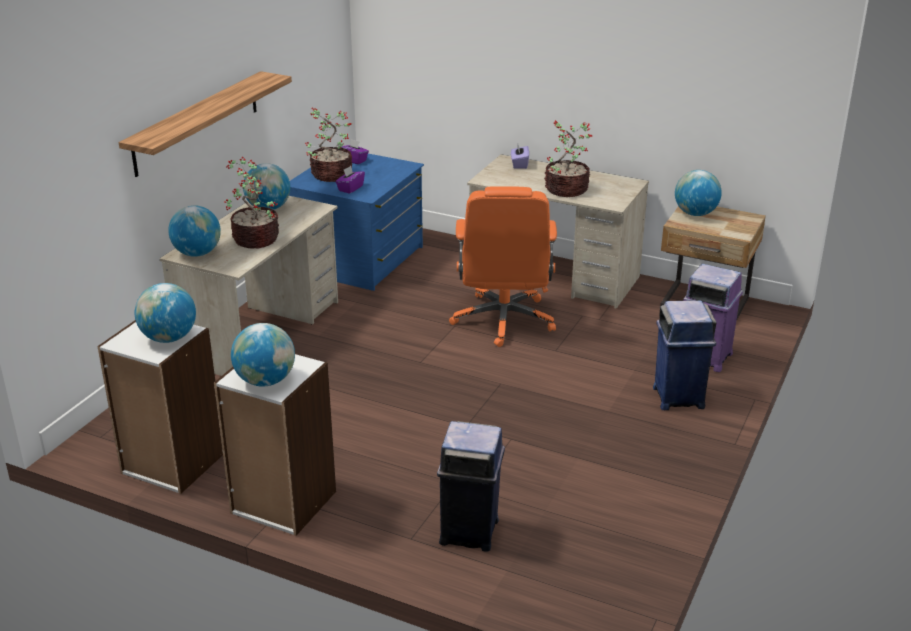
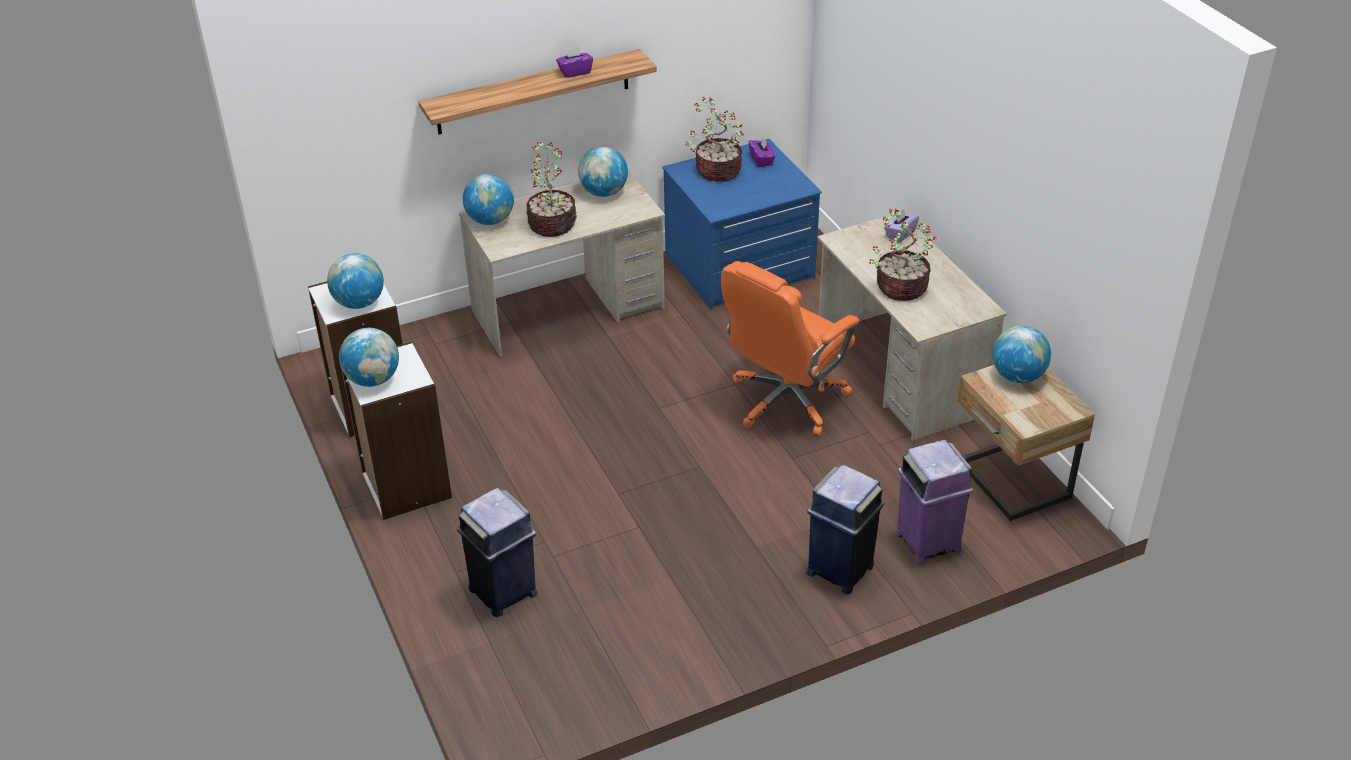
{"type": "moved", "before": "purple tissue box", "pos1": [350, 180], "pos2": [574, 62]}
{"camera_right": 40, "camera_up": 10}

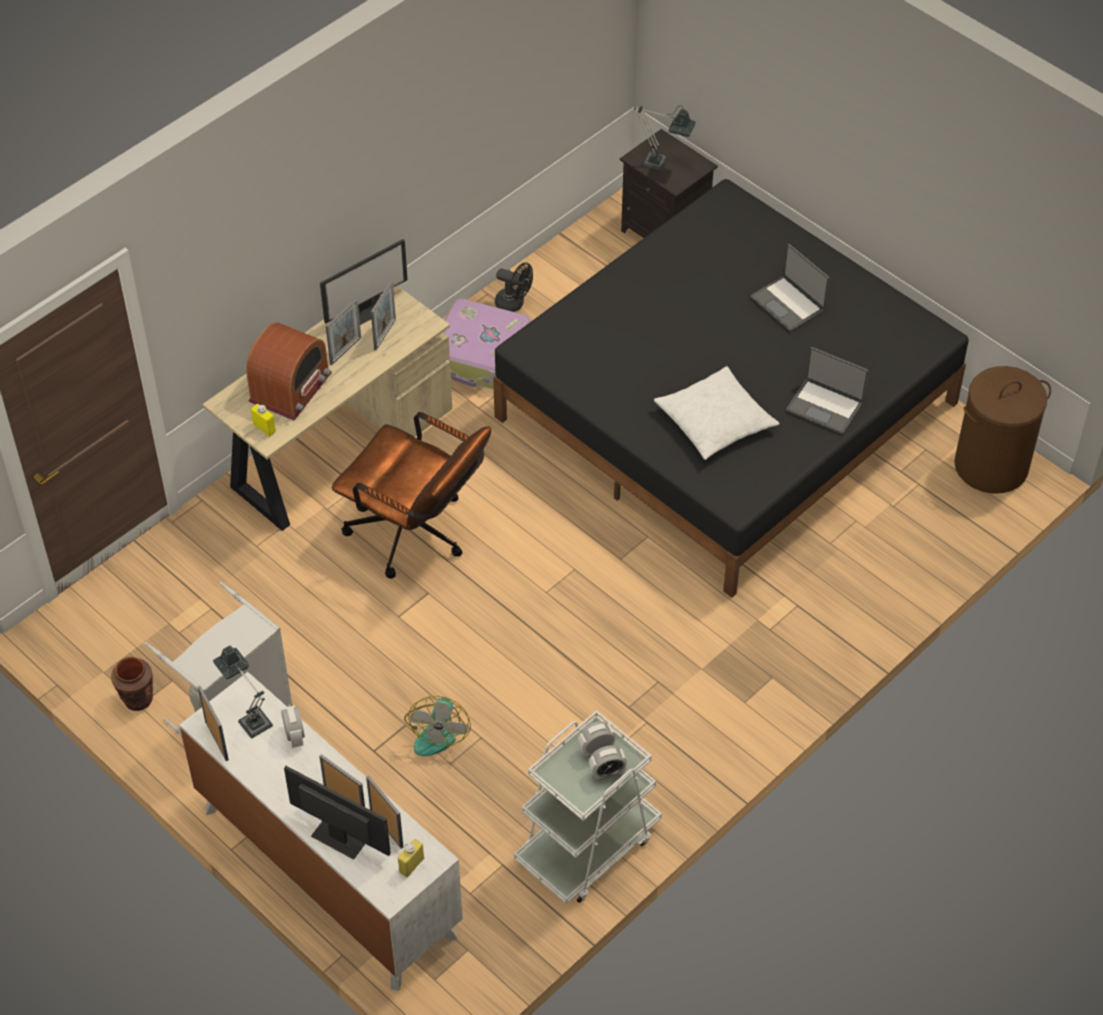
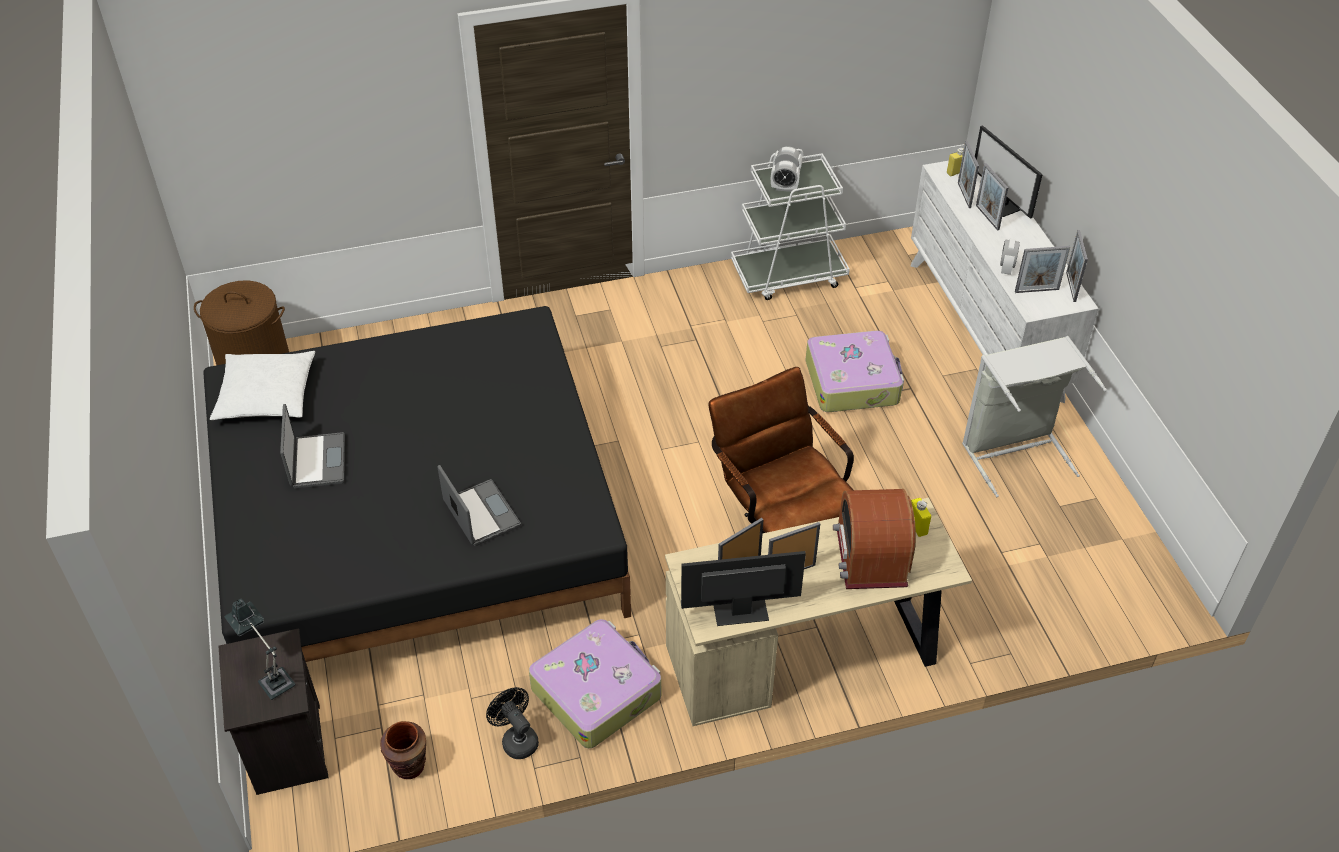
{"type": "turned", "before": "radio", "pos1": [289, 371], "pos2": [874, 539], "turn": -60}
{"type": "moved", "before": "laptop", "pos1": [827, 390], "pos2": [479, 505]}
{"type": "moved", "before": "white pillow", "pos1": [717, 413], "pos2": [262, 385]}
{"type": "replaced", "before": "table lamp", "after": "picture frame", "pos1": [243, 692], "pos2": [1042, 269]}
{"type": "moved", "before": "brown vase", "pos1": [132, 684], "pos2": [403, 750]}
{"type": "replaced", "before": "fan", "after": "suitcase", "pos1": [437, 726], "pos2": [855, 371]}
{"camera_right": -150, "camera_up": -5}

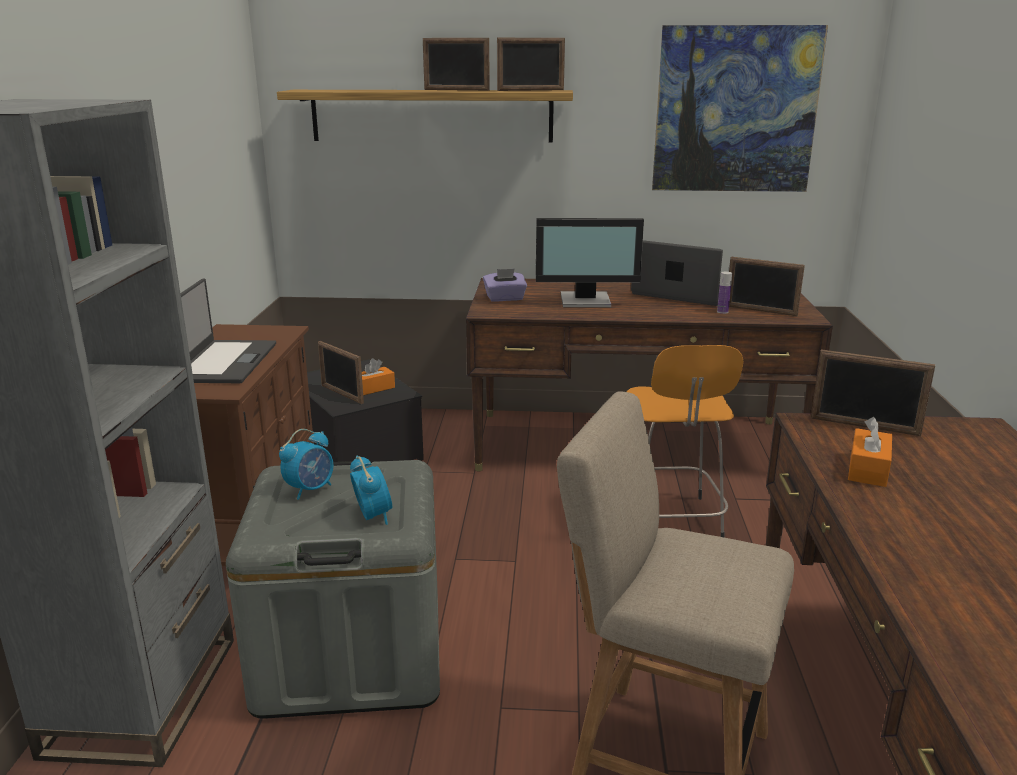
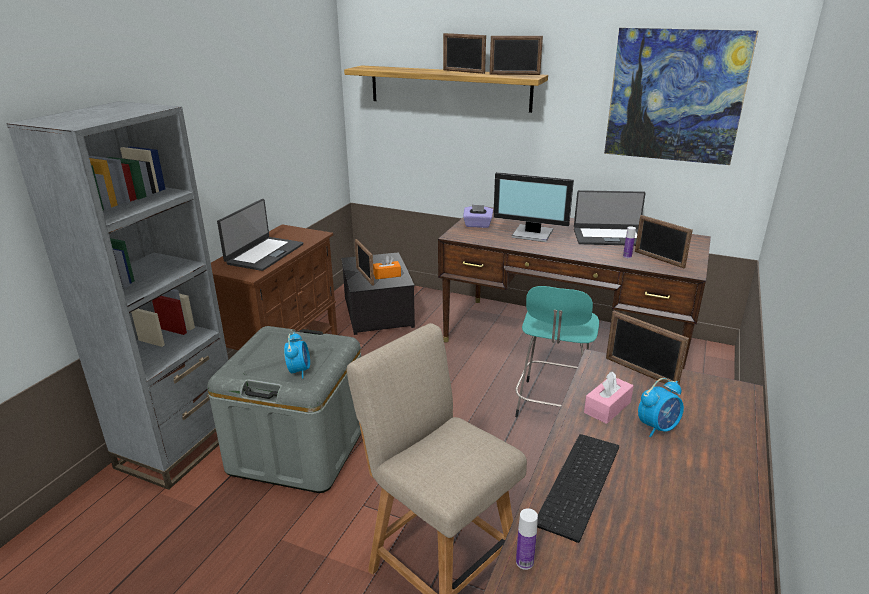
{"type": "turned", "before": "laptop", "pos1": [677, 273], "pos2": [610, 218], "turn": 135}
{"type": "recoloured", "before": "orange stool", "after": "turquoise stool", "pos1": [685, 441], "pos2": [557, 351]}
{"type": "recoloured", "before": "orange tissue box", "after": "pink tissue box", "pos1": [870, 452], "pos2": [609, 397]}
{"type": "moved", "before": "alarm clock", "pos1": [306, 464], "pos2": [661, 408]}
{"type": "added", "after": "keyboard", "pos2": [578, 488]}
{"type": "added", "after": "bottle", "pos2": [527, 539]}
{"camera_right": 20, "camera_up": 5}

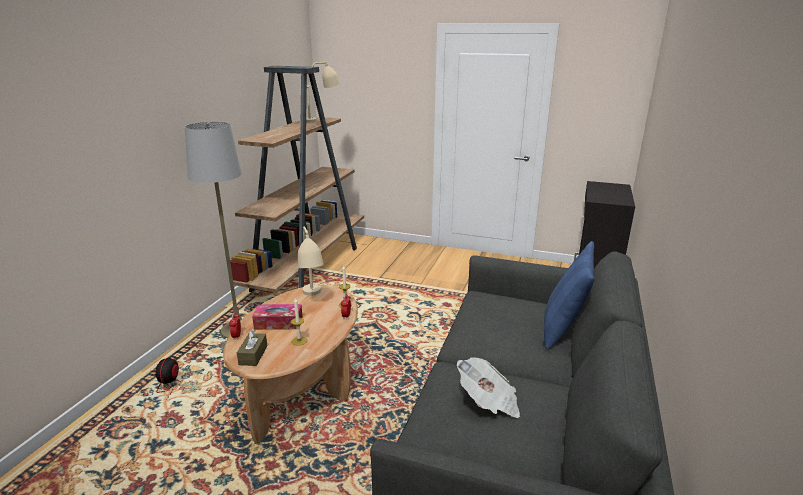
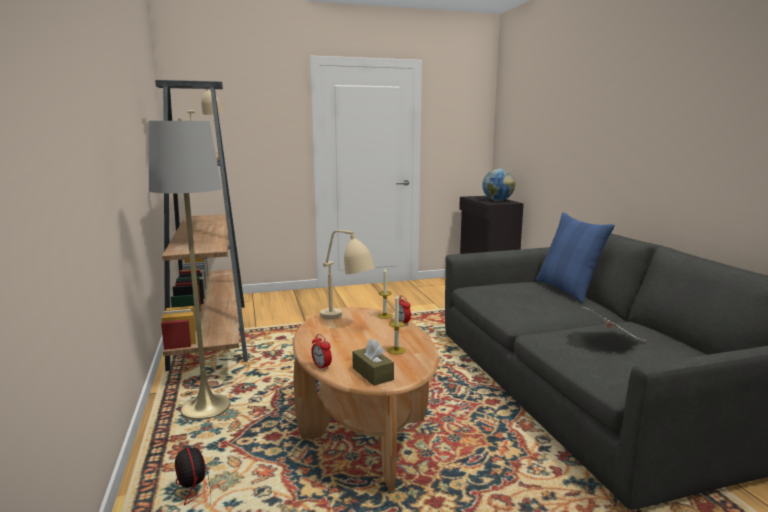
{"type": "removed", "before": "tissue box", "pos1": [277, 317]}
{"type": "added", "after": "globe", "pos2": [498, 185]}
{"camera_right": -35, "camera_up": -10}

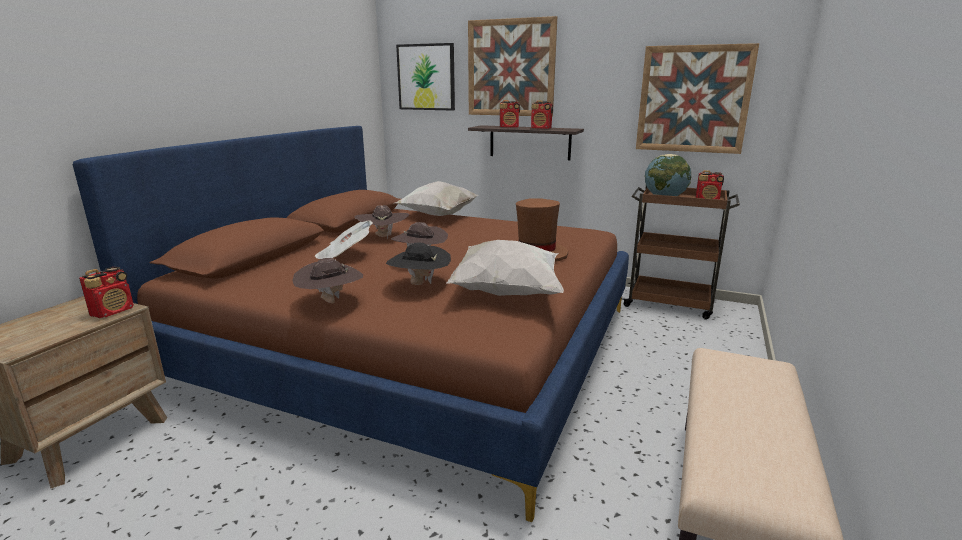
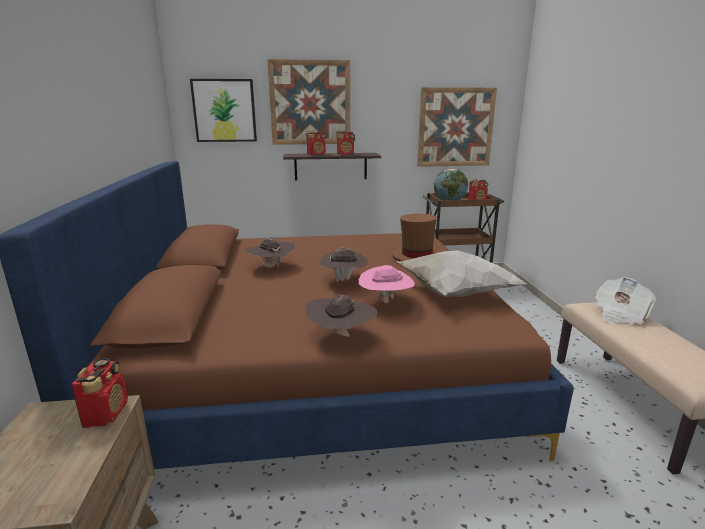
{"type": "removed", "before": "white pillow", "pos1": [437, 198]}
{"type": "moved", "before": "newspaper", "pos1": [344, 239], "pos2": [625, 300]}
{"type": "recoloured", "before": "black hat", "after": "pink hat", "pos1": [418, 264], "pos2": [387, 284]}
{"camera_right": -30, "camera_up": 0}

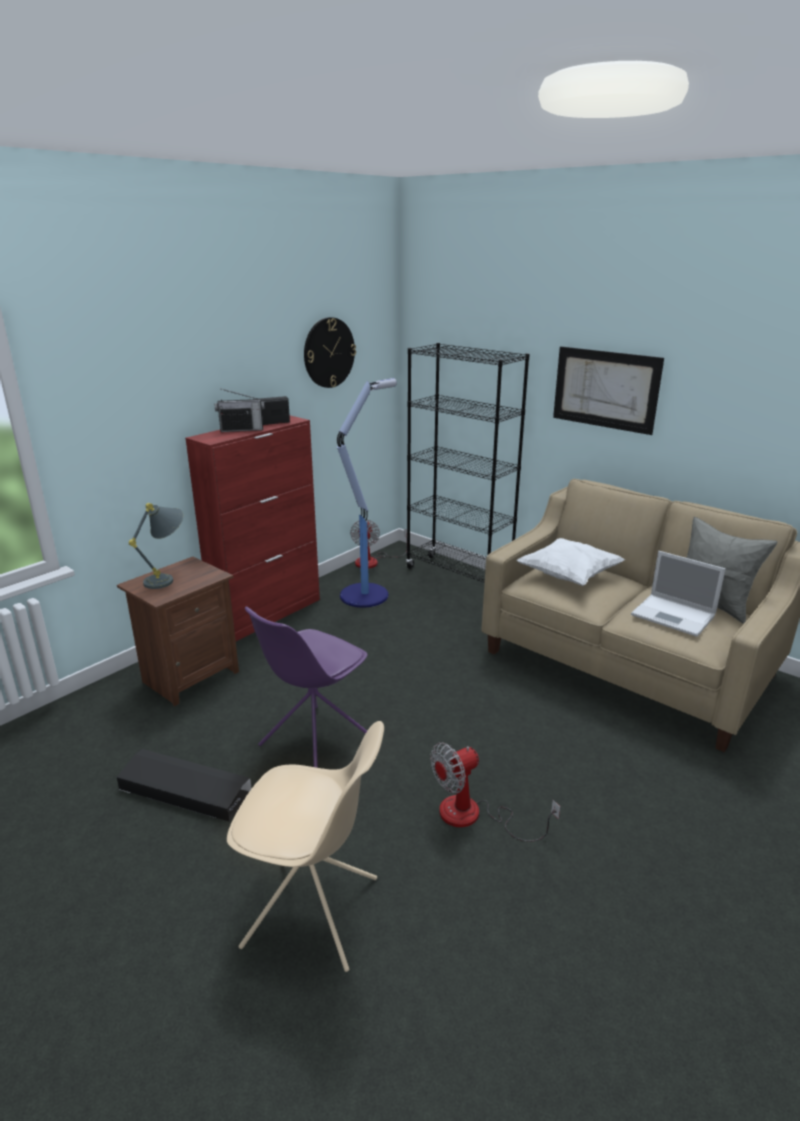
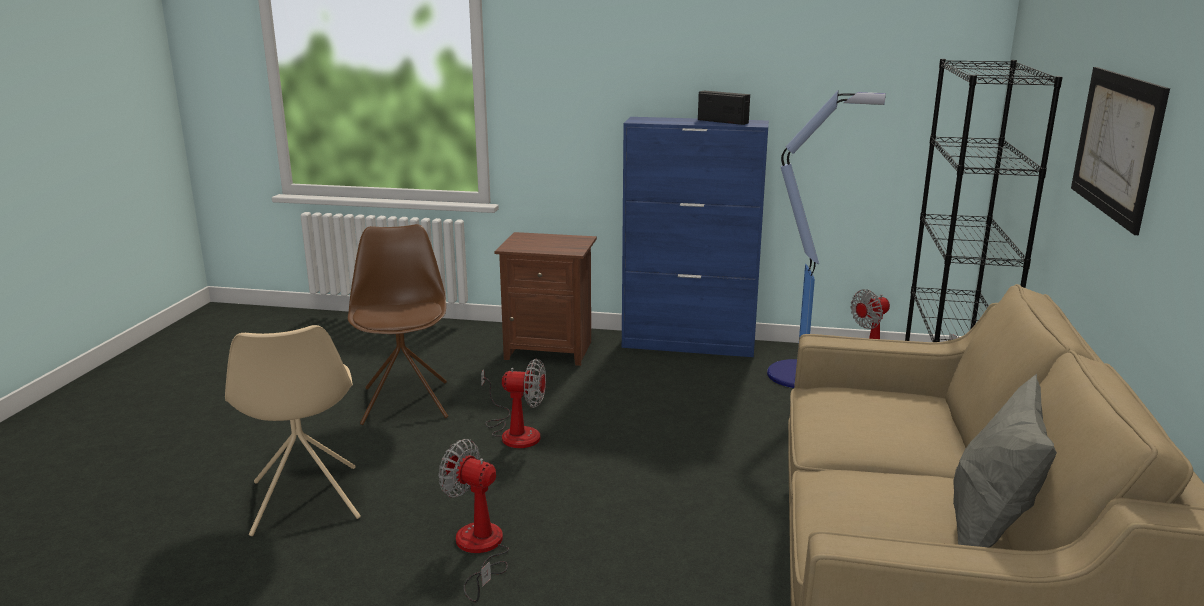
{"type": "removed", "before": "wall clock", "pos1": [330, 352]}
{"type": "removed", "before": "radio", "pos1": [239, 410]}
{"type": "recoloured", "before": "red cabinet", "after": "blue cabinet", "pos1": [252, 528], "pos2": [695, 237]}
{"type": "removed", "before": "grey table lamp", "pos1": [156, 546]}
{"type": "removed", "before": "white pillow", "pos1": [570, 562]}
{"type": "removed", "before": "laptop", "pos1": [678, 594]}
{"type": "replaced", "before": "purple chair", "after": "fan", "pos1": [306, 687], "pos2": [513, 403]}
{"type": "replaced", "before": "black storage box", "after": "brown chair", "pos1": [184, 785], "pos2": [398, 324]}
{"camera_right": 60, "camera_up": -5}

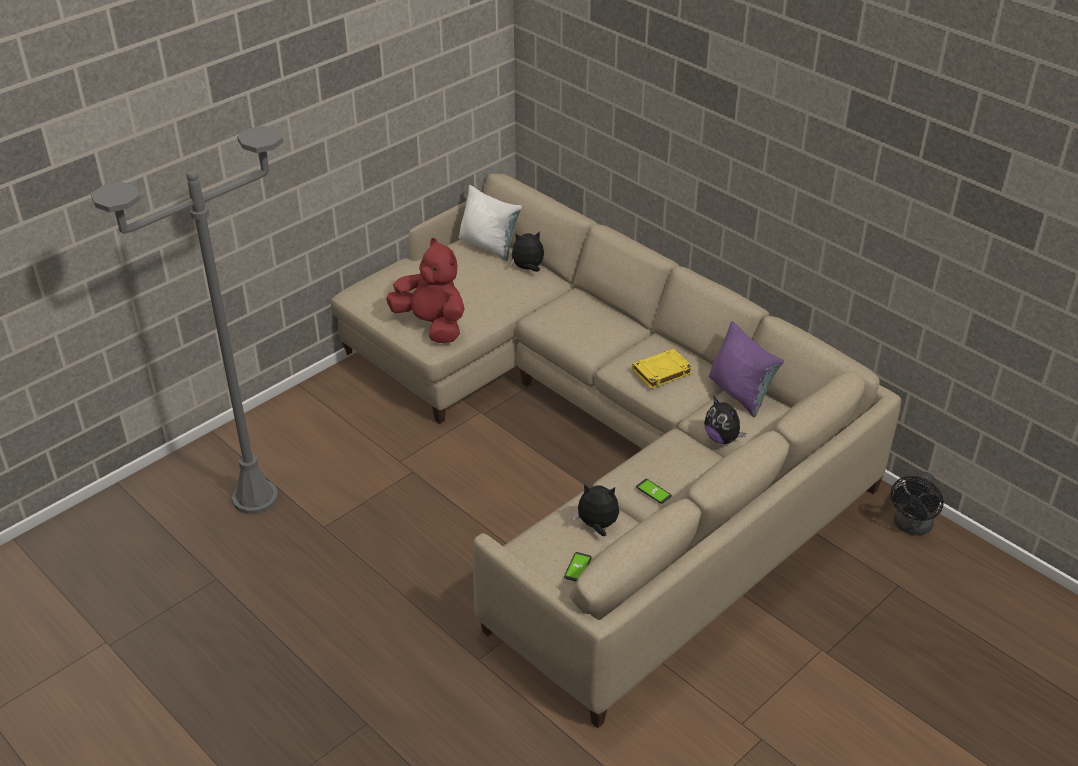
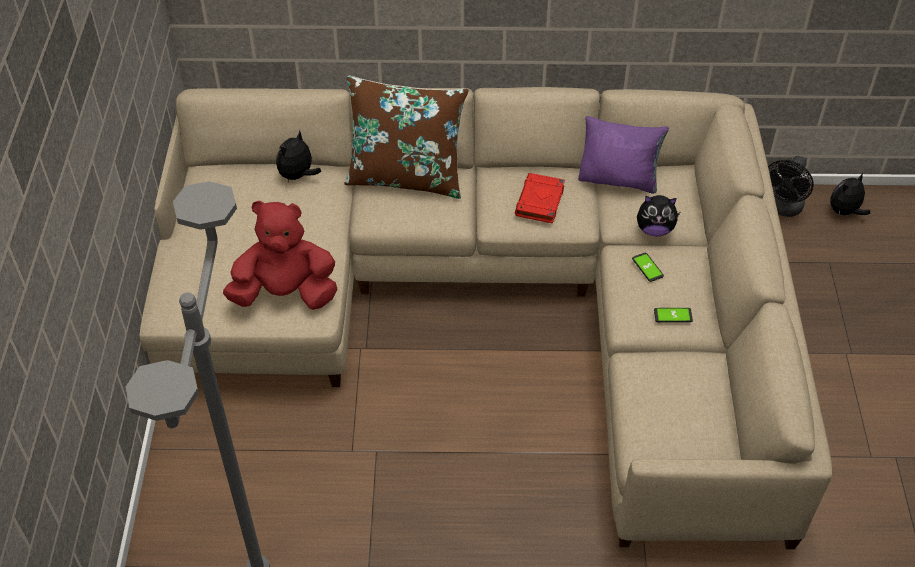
{"type": "removed", "before": "white pillow", "pos1": [490, 223]}
{"type": "recoloured", "before": "yellow book", "after": "red book", "pos1": [662, 369], "pos2": [540, 198]}
{"type": "turned", "before": "black fan", "pos1": [917, 504], "pos2": [791, 186], "turn": 45}
{"type": "moved", "before": "plush toy", "pos1": [596, 509], "pos2": [850, 194]}
{"type": "moved", "before": "phone", "pos1": [578, 567], "pos2": [648, 267]}
{"type": "added", "after": "brown pillow", "pos2": [407, 137]}
{"camera_right": -45, "camera_up": 10}

